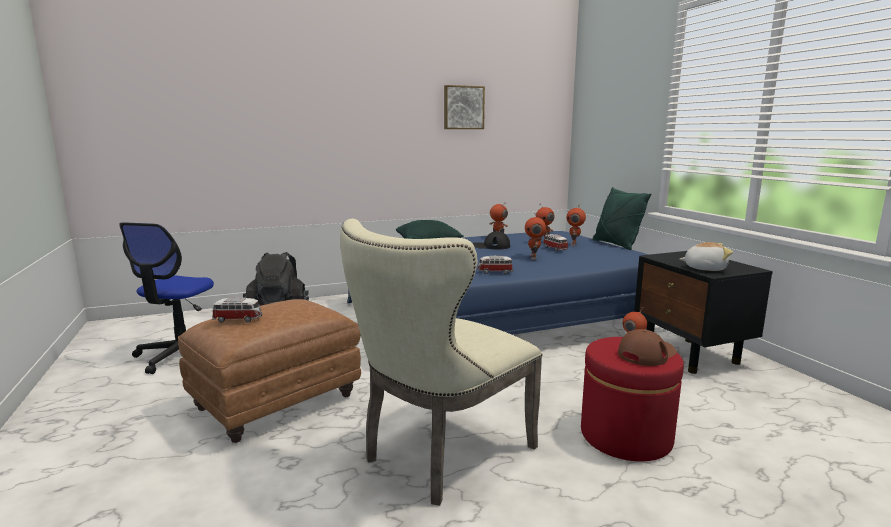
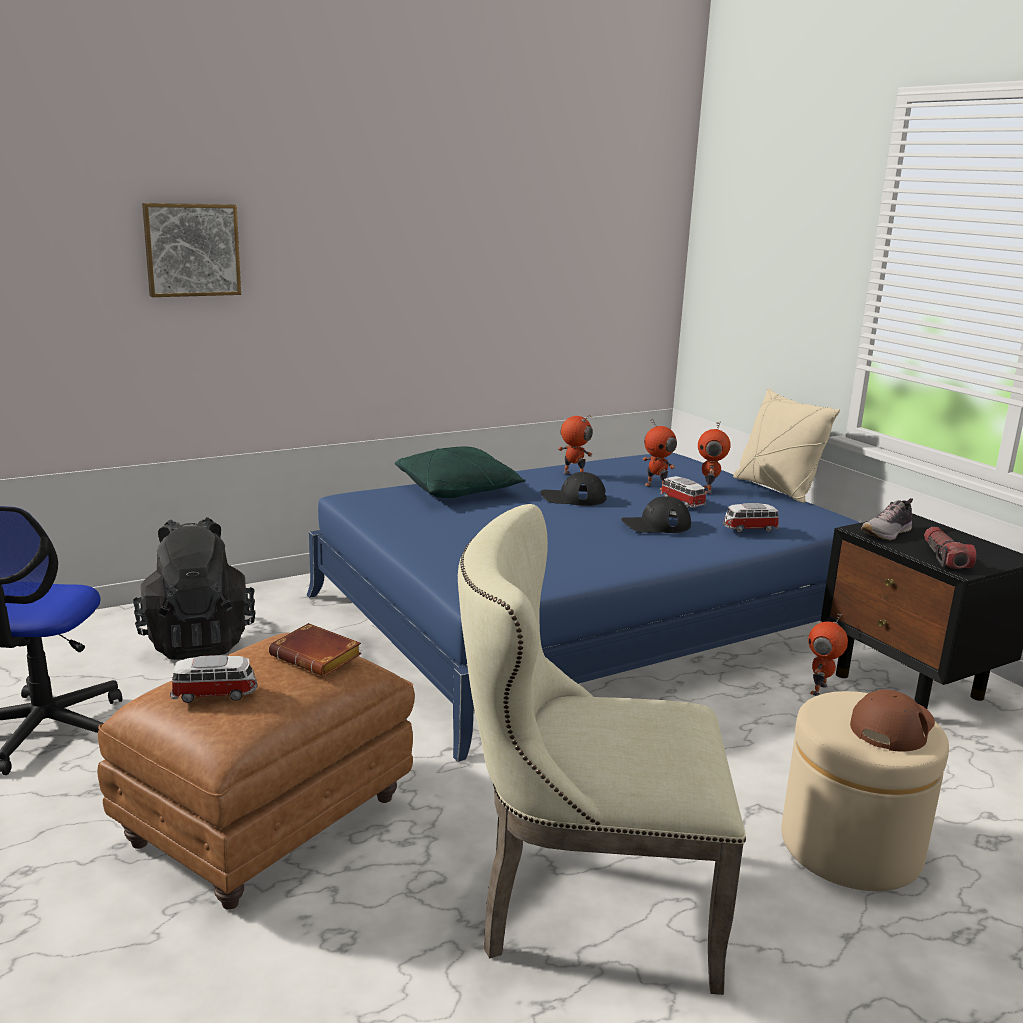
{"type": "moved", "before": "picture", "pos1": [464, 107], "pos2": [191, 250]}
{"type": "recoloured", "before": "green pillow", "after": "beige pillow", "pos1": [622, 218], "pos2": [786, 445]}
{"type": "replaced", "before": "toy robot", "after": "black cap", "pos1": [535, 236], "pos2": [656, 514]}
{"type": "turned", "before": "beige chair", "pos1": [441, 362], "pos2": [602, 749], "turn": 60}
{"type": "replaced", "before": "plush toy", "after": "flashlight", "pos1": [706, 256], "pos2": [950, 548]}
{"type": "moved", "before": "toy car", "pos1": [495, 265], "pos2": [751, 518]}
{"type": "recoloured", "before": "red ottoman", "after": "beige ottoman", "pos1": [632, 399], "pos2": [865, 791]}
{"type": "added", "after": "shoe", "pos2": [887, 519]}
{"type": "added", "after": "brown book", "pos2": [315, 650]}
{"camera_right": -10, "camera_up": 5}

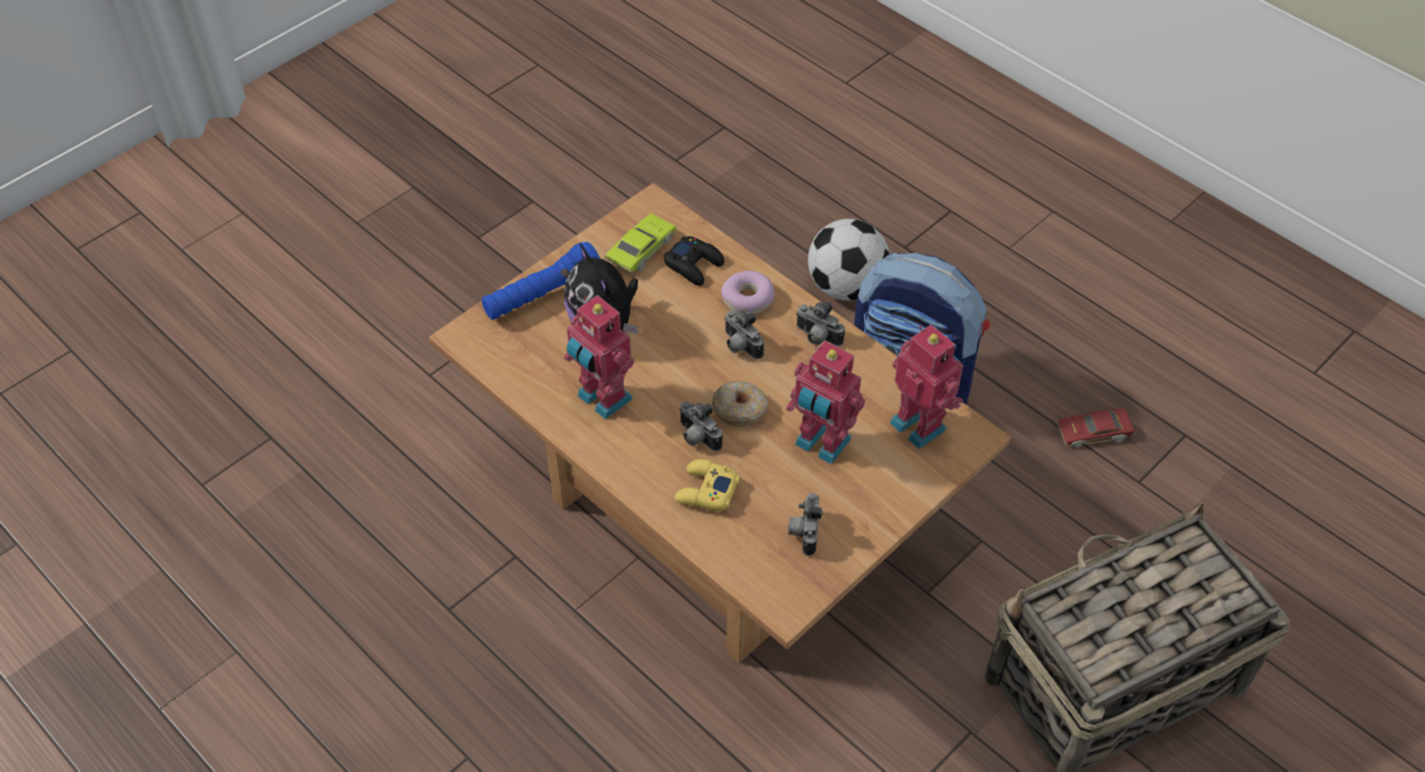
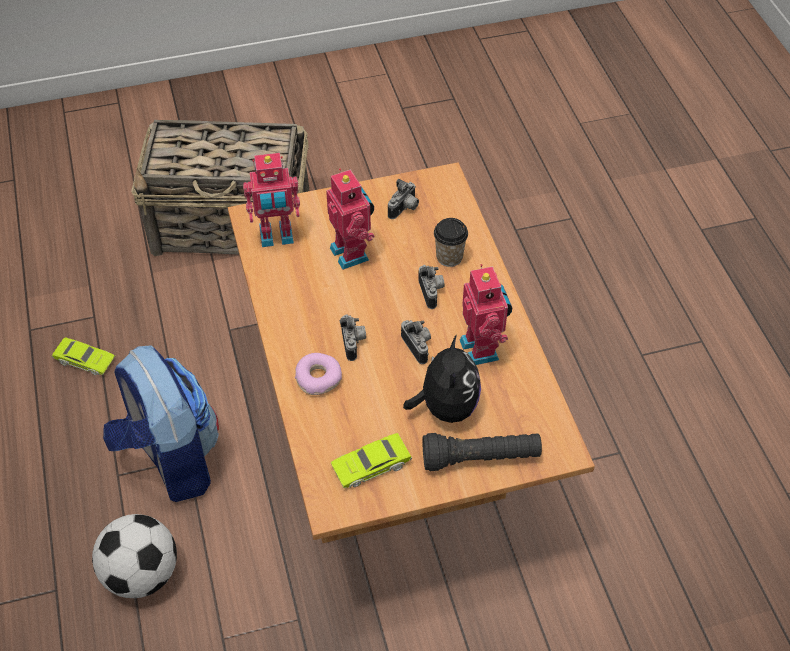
{"type": "removed", "before": "black game controller", "pos1": [694, 261]}
{"type": "recoloured", "before": "blue flashlight", "after": "black flashlight", "pos1": [541, 281], "pos2": [482, 452]}
{"type": "moved", "before": "photo camera", "pos1": [820, 323], "pos2": [416, 342]}
{"type": "turned", "before": "toy robot", "pos1": [926, 386], "pos2": [271, 200], "turn": -90}
{"type": "removed", "before": "donut", "pos1": [740, 404]}
{"type": "recoloured", "before": "red toy car", "after": "green toy car", "pos1": [1096, 427], "pos2": [83, 356]}
{"type": "replaced", "before": "yellow game controller", "after": "cup", "pos1": [706, 485], "pos2": [451, 242]}
{"camera_right": -150, "camera_up": 0}

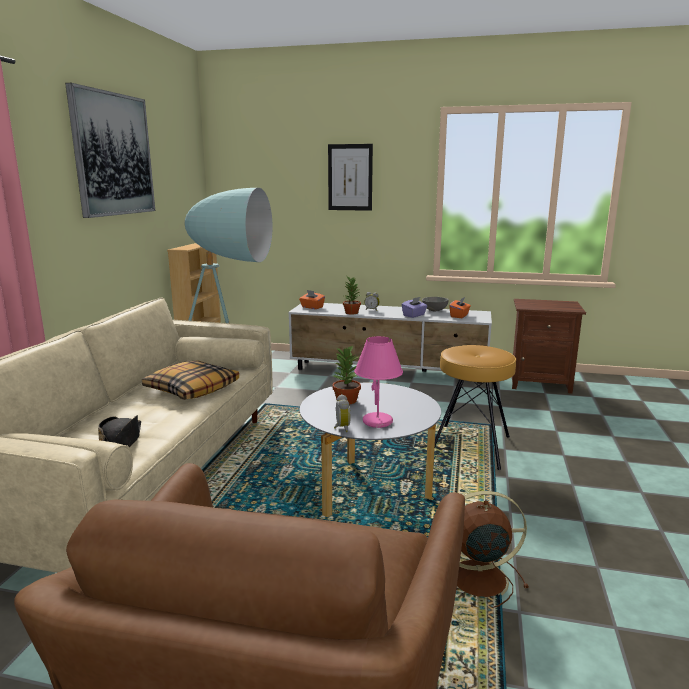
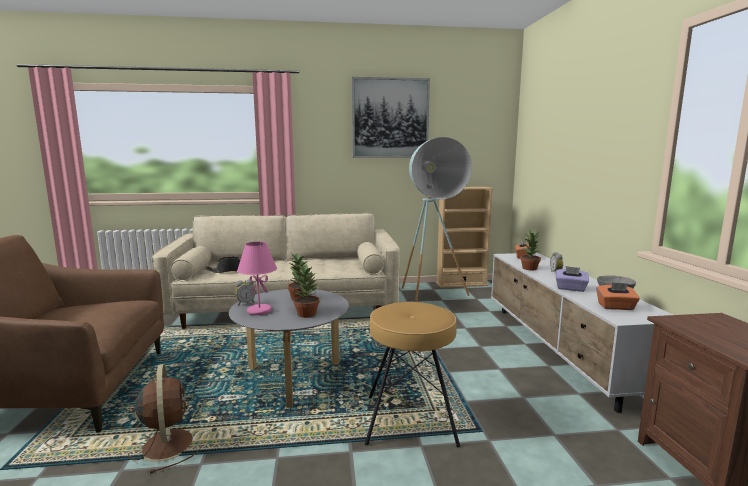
{"type": "removed", "before": "picture", "pos1": [350, 177]}
{"type": "removed", "before": "pillow", "pos1": [190, 380]}
{"type": "added", "after": "potted plant", "pos2": [306, 291]}
{"camera_right": 70, "camera_up": -5}

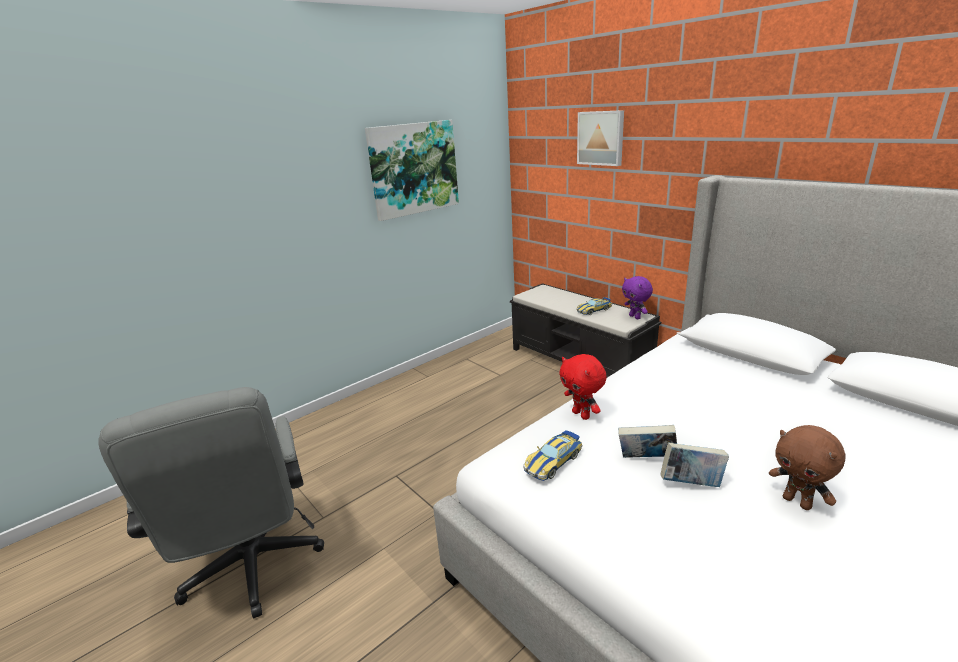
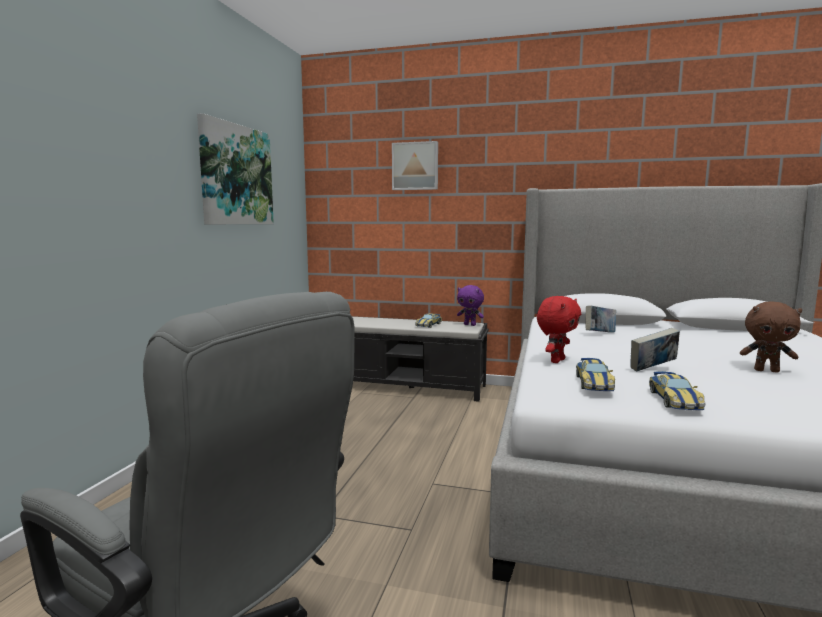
{"type": "turned", "before": "red plush toy", "pos1": [582, 387], "pos2": [559, 329], "turn": -75}
{"type": "moved", "before": "book", "pos1": [694, 464], "pos2": [600, 319]}
{"type": "added", "after": "toy car", "pos2": [677, 390]}
{"camera_right": -35, "camera_up": -15}

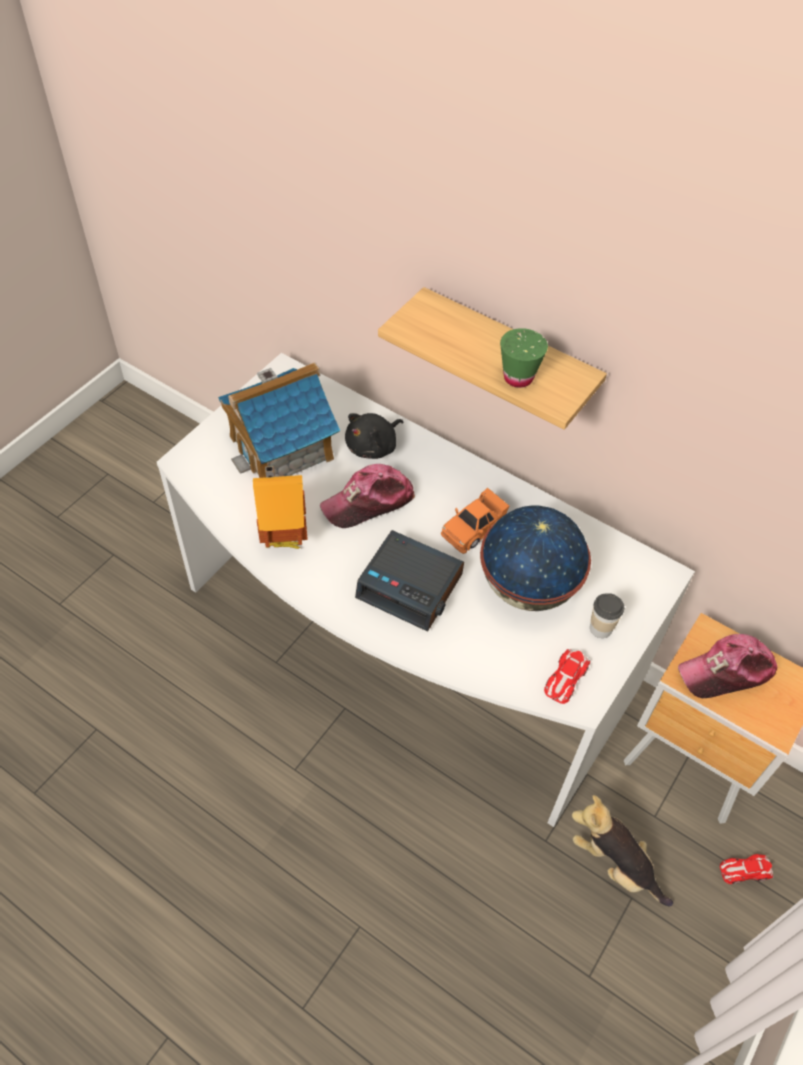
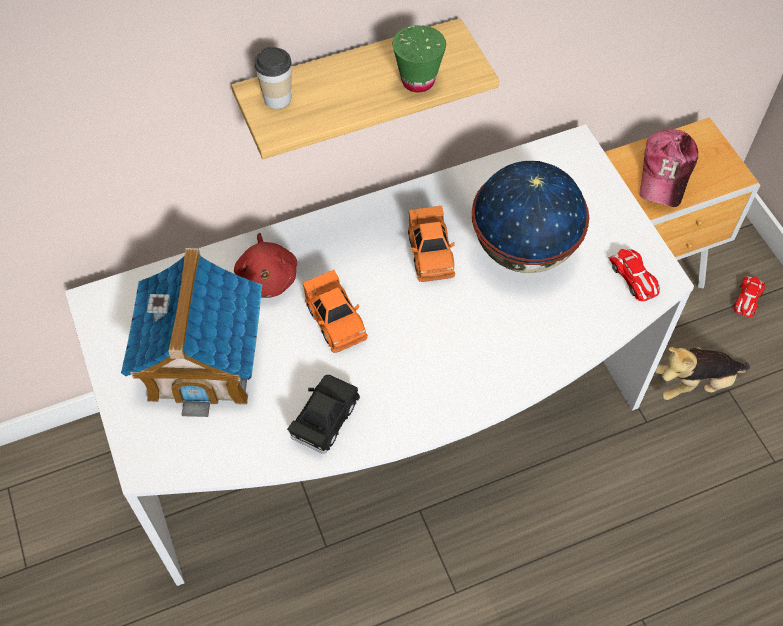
{"type": "recoloured", "before": "black plush toy", "after": "red plush toy", "pos1": [374, 436], "pos2": [265, 265]}
{"type": "replaced", "before": "cap", "after": "orange toy car", "pos1": [367, 496], "pos2": [335, 311]}
{"type": "replaced", "before": "toy house", "after": "black toy car", "pos1": [280, 507], "pos2": [323, 414]}
{"type": "removed", "before": "alarm clock", "pos1": [409, 581]}
{"type": "moved", "before": "cup", "pos1": [607, 615], "pos2": [273, 78]}
{"camera_right": -55, "camera_up": 5}

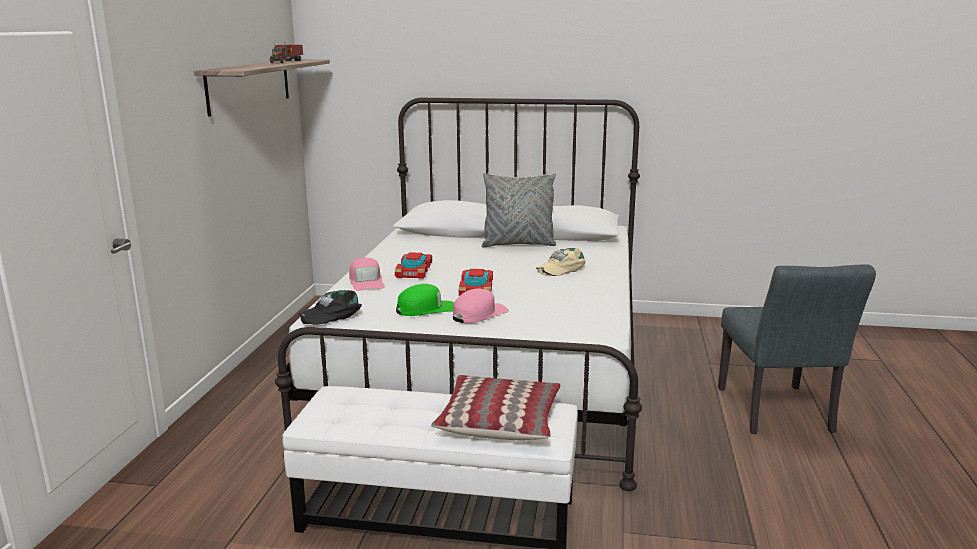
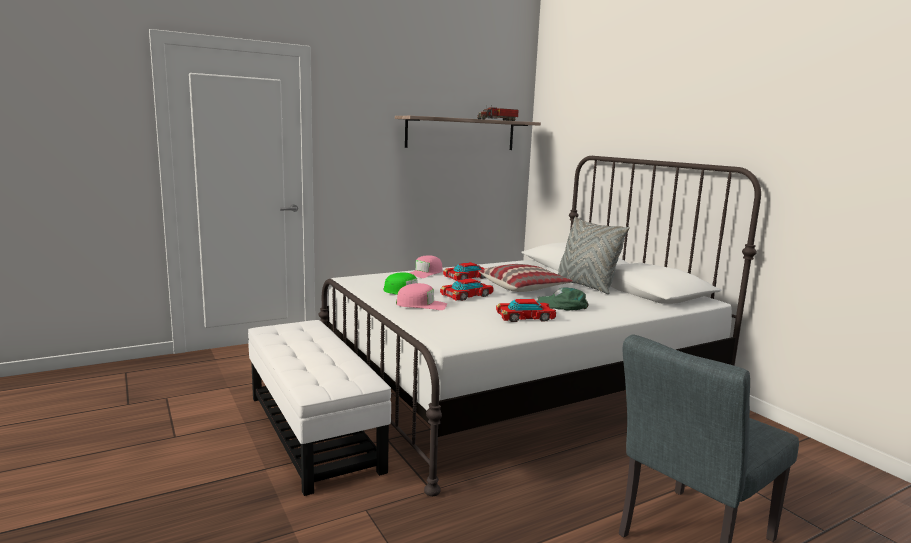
{"type": "recoloured", "before": "beige cap", "after": "green cap", "pos1": [561, 262], "pos2": [563, 299]}
{"type": "removed", "before": "black cap", "pos1": [330, 307]}
{"type": "moved", "before": "pillow", "pos1": [496, 407], "pos2": [526, 278]}
{"type": "added", "after": "toy car", "pos2": [526, 310]}
{"camera_right": 50, "camera_up": -5}

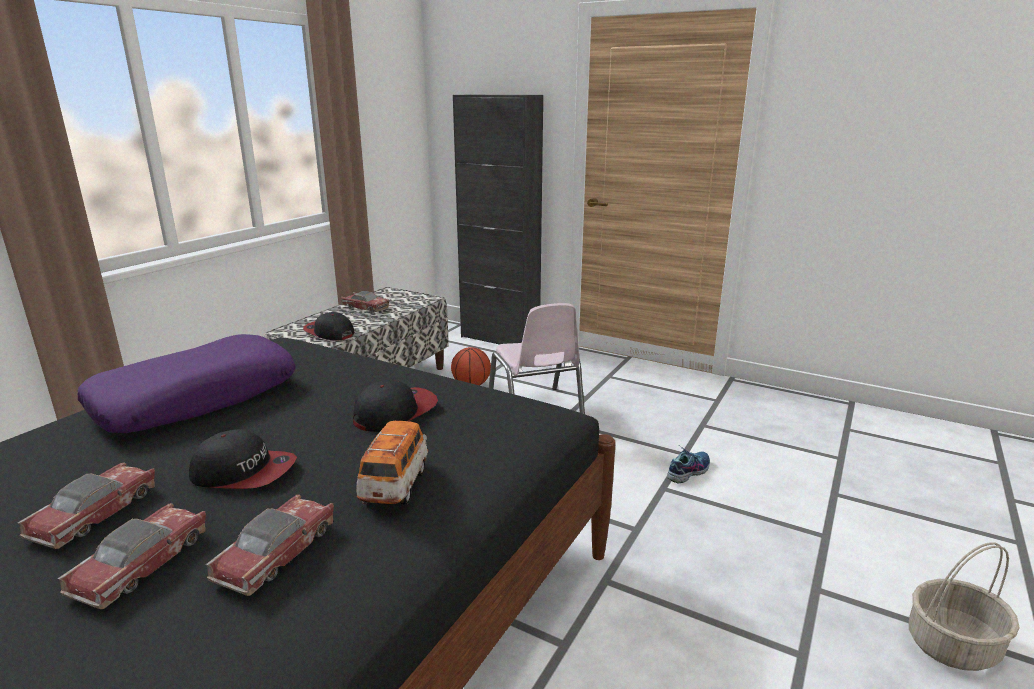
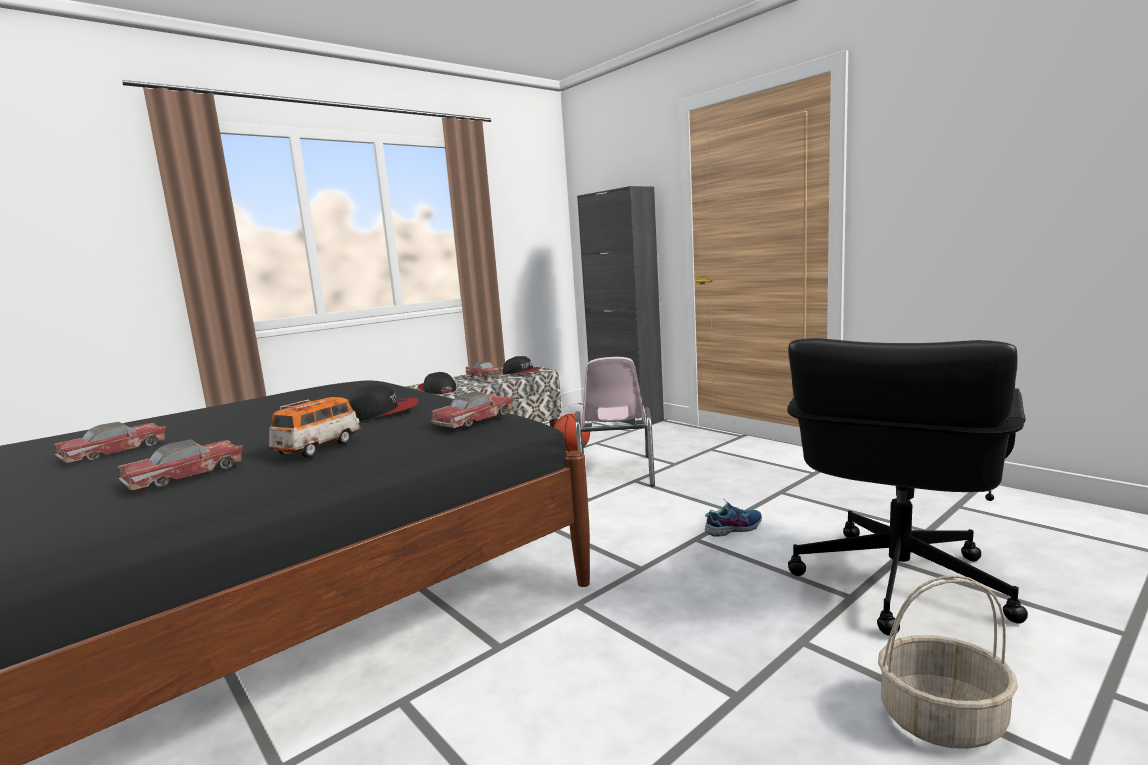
{"type": "removed", "before": "purple pillow", "pos1": [187, 383]}
{"type": "moved", "before": "cap", "pos1": [243, 459], "pos2": [523, 365]}
{"type": "moved", "before": "toy car", "pos1": [132, 556], "pos2": [472, 410]}
{"type": "added", "after": "black office chair", "pos2": [907, 487]}
{"camera_right": 20, "camera_up": -10}

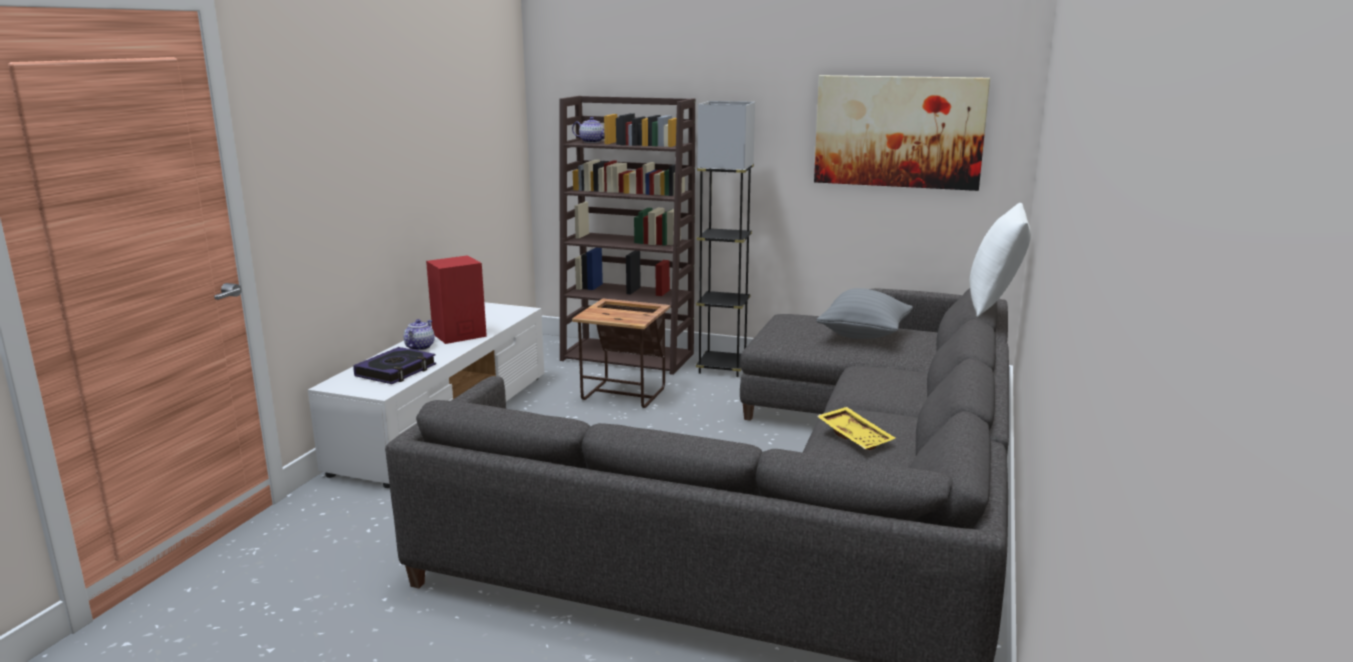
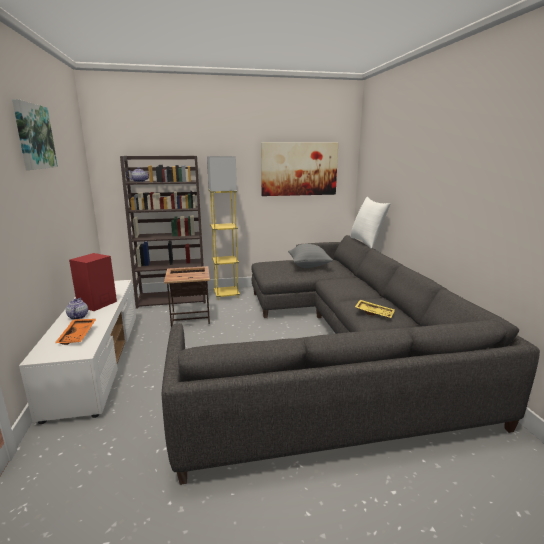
{"type": "recoloured", "before": "grey floor lamp", "after": "yellow floor lamp", "pos1": [725, 239], "pos2": [223, 228]}
{"type": "replaced", "before": "book", "after": "orange tray", "pos1": [394, 365], "pos2": [75, 332]}
{"type": "added", "after": "picture", "pos2": [35, 134]}
{"camera_right": -30, "camera_up": 0}

